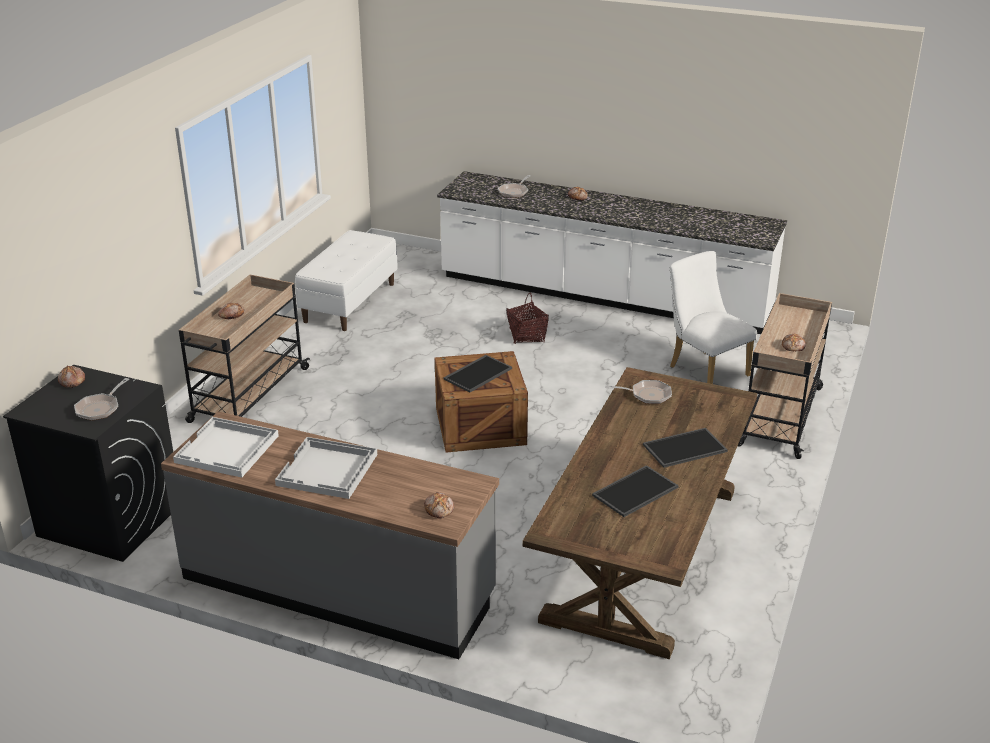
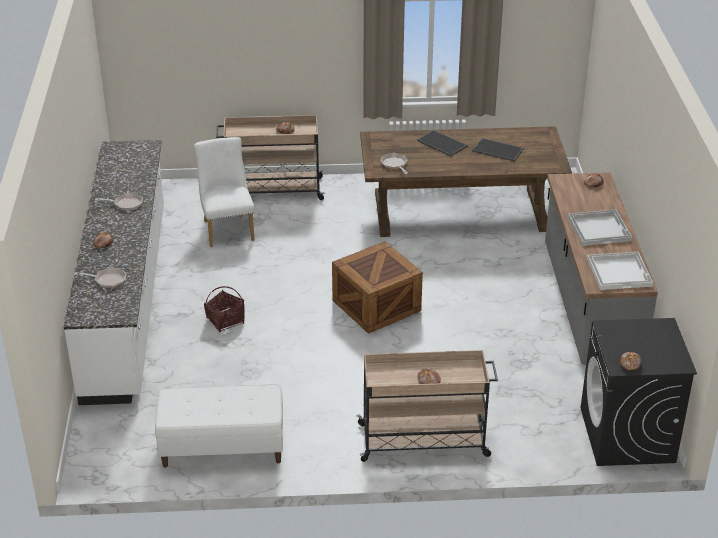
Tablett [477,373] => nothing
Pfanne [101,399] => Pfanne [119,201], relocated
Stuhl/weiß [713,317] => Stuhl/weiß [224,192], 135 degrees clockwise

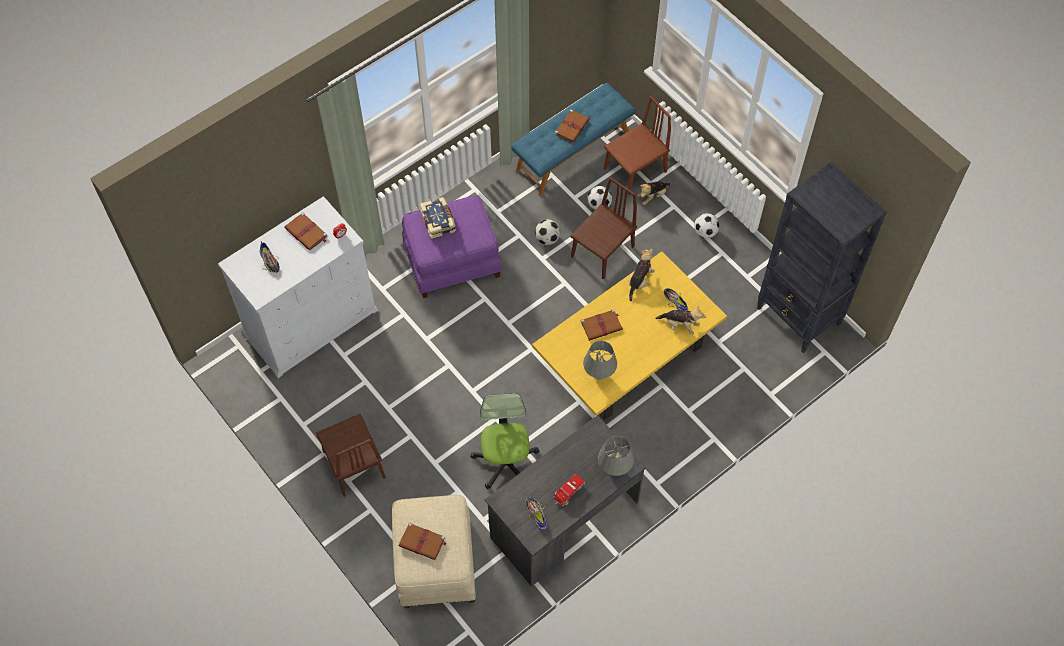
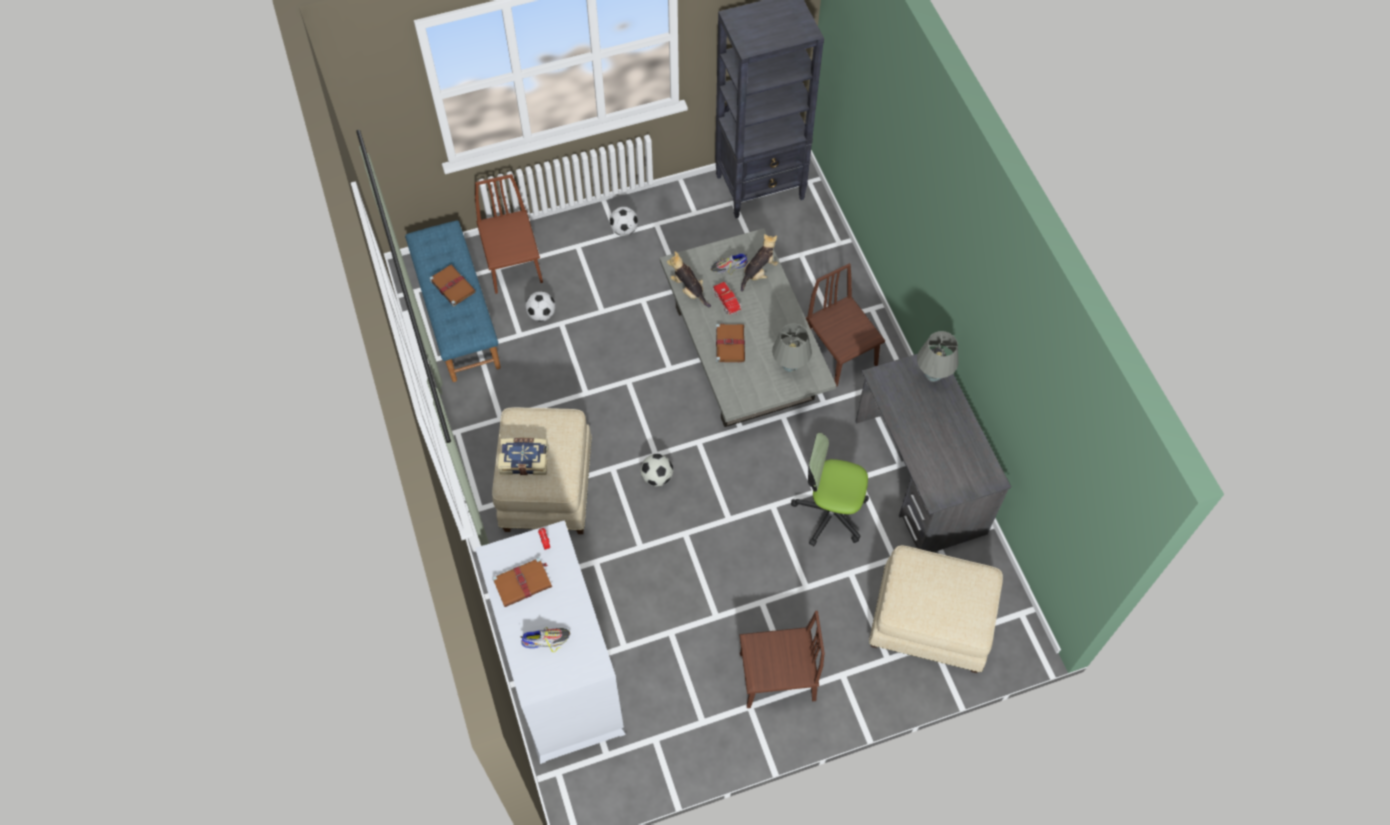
Buch/braun [423,541] => nothing
Schuh [537,513] => nothing
Plüschtier [653,193] => nothing
Fußball [547,232] => Fußball [656,470], relocated
Spielzeuglaster [569,490] => Spielzeuglaster [727,298], relocated
Stuhl/braun [603,228] => Stuhl/braun [845,325], relocated
Polsterhocker/lila [452,247] => Polsterhocker/beige [542,470]
Couchtisch/gelb [629,335] => Couchtisch/grau [748,327]

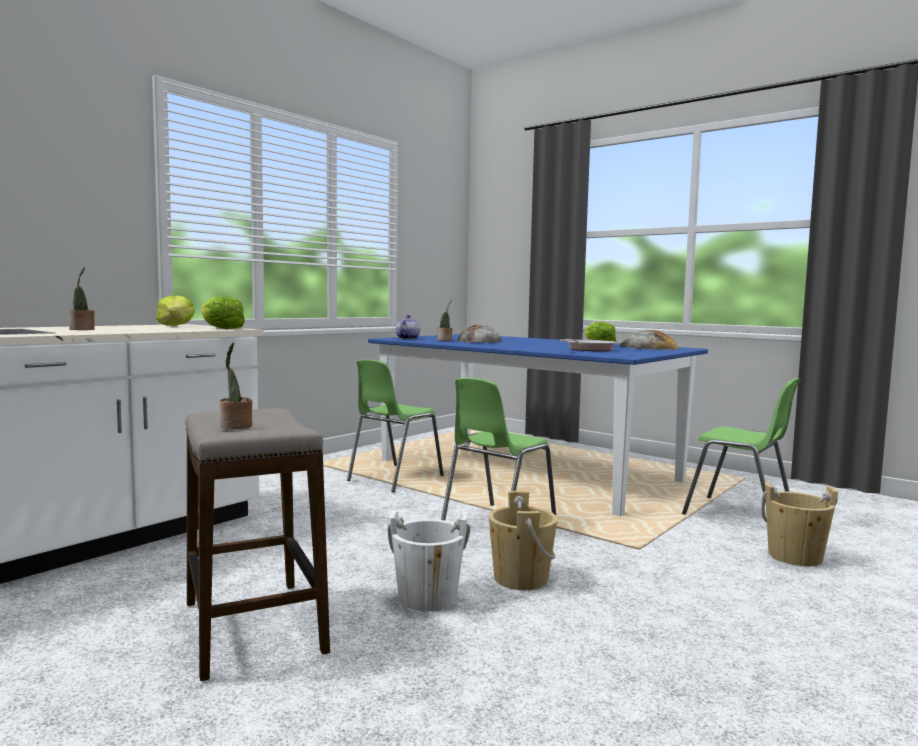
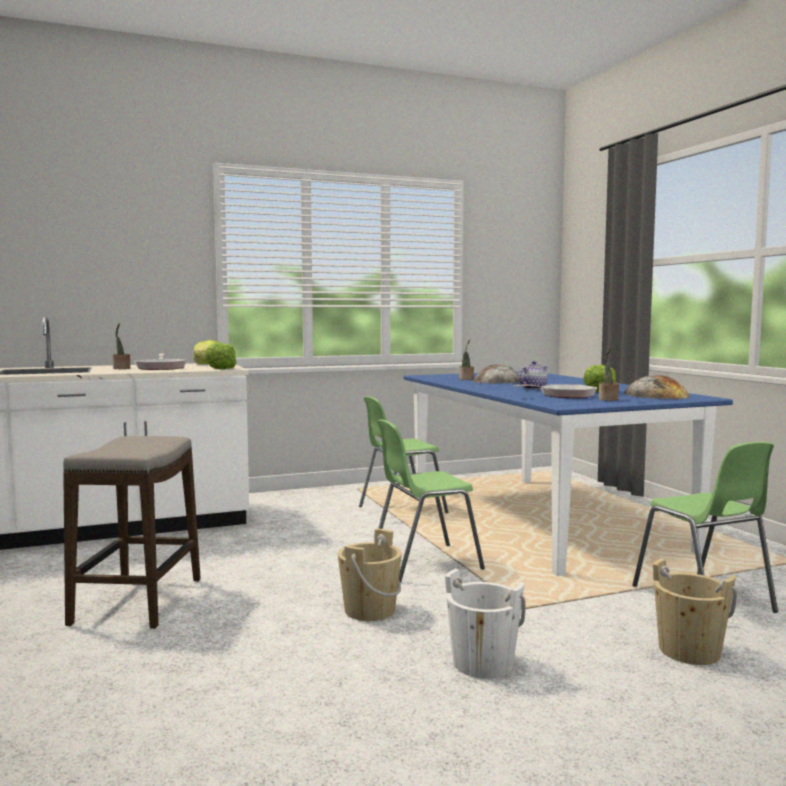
nothing => Pfanne [160,361]
Topfpflanze [236,385] => Topfpflanze [609,374], relocated
Eimer/weiß [429,561] => Eimer/weiß [485,624], relocated
Teekanne [408,327] => Teekanne [533,375], relocated

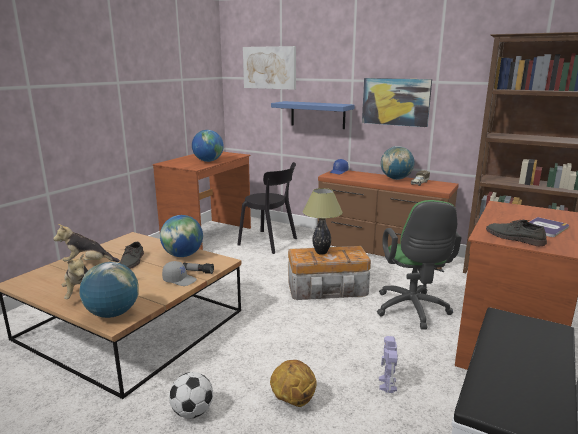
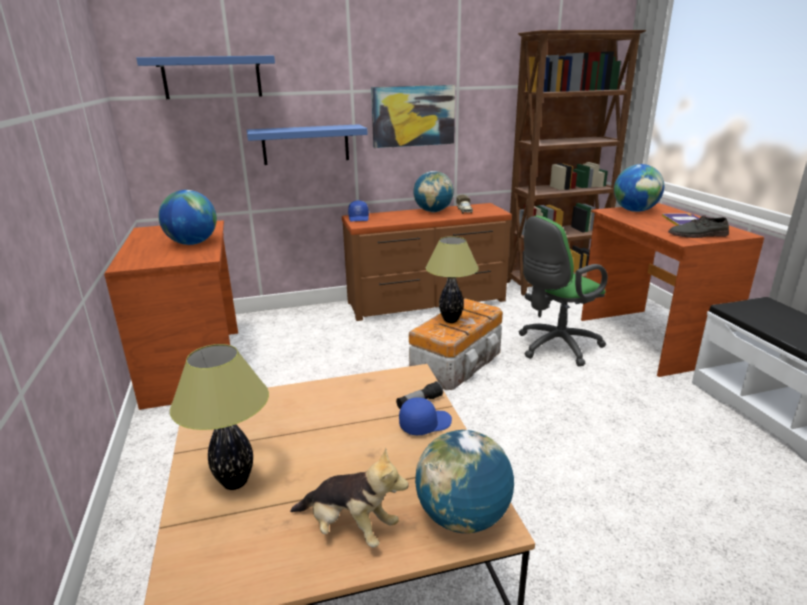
Schuh/grau [132,255] => nothing
Fußball [191,395] => nothing
Stuhl/schwarz [267,208] => nothing
Basketball [293,383] => nothing
Spielzeugroboter [388,364] => nothing
Globus [181,236] => Globus [639,188], relocated
Plüschtier [86,243] => Tischlampe [219,417]
Bild [269,68] => Wandregal/blau [205,77]
Kappe/grau [179,273] => Kappe/blau [425,416]
Bürostuhl/grün [419,265] => Bürostuhl/grün [563,291], 105 degrees clockwise

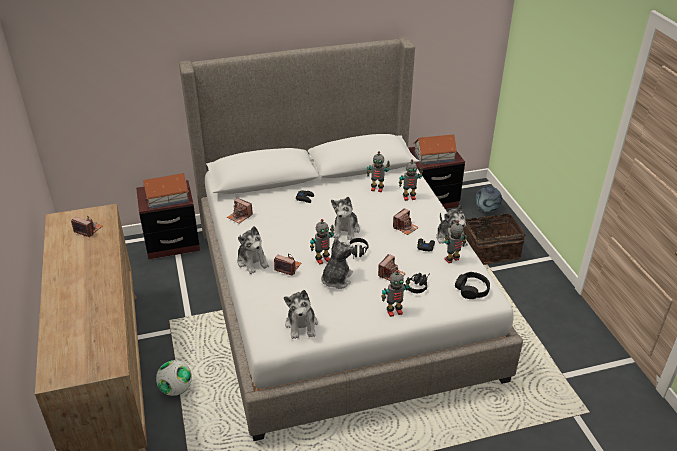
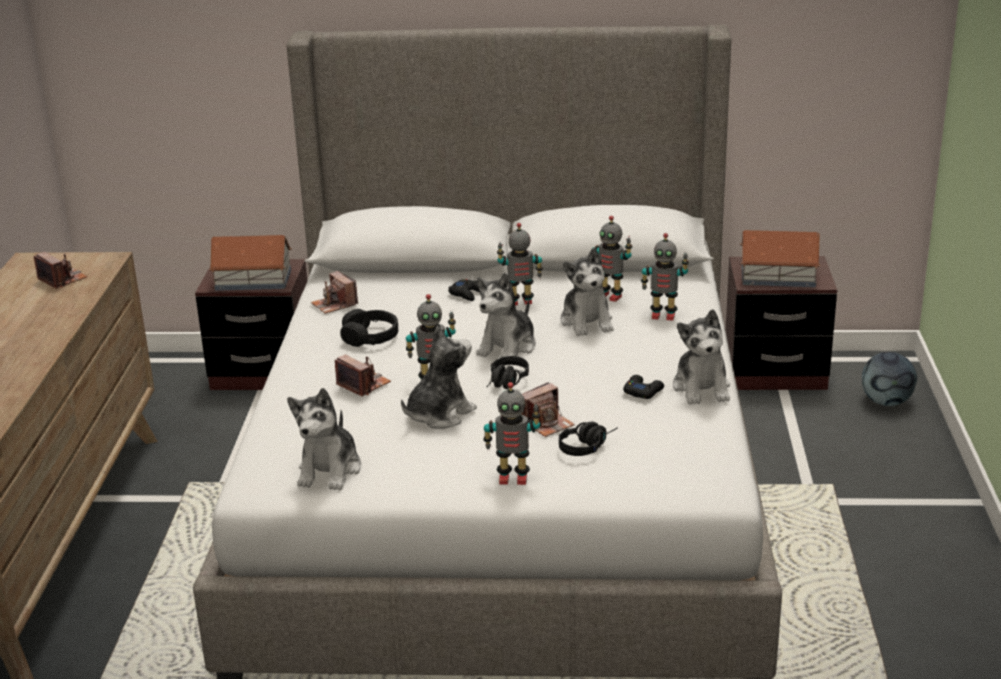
Fußball [174,378] => nothing
Kamera [406,221] => nothing
Korb [494,239] => nothing
Plüschtier [253,250] => Plüschtier [587,292], relocated
Spielzeugroboter [455,241] => Spielzeugroboter [520,264], relocated
Kopfhörer/schwarz [472,285] => Kopfhörer/schwarz [369,328], relocated

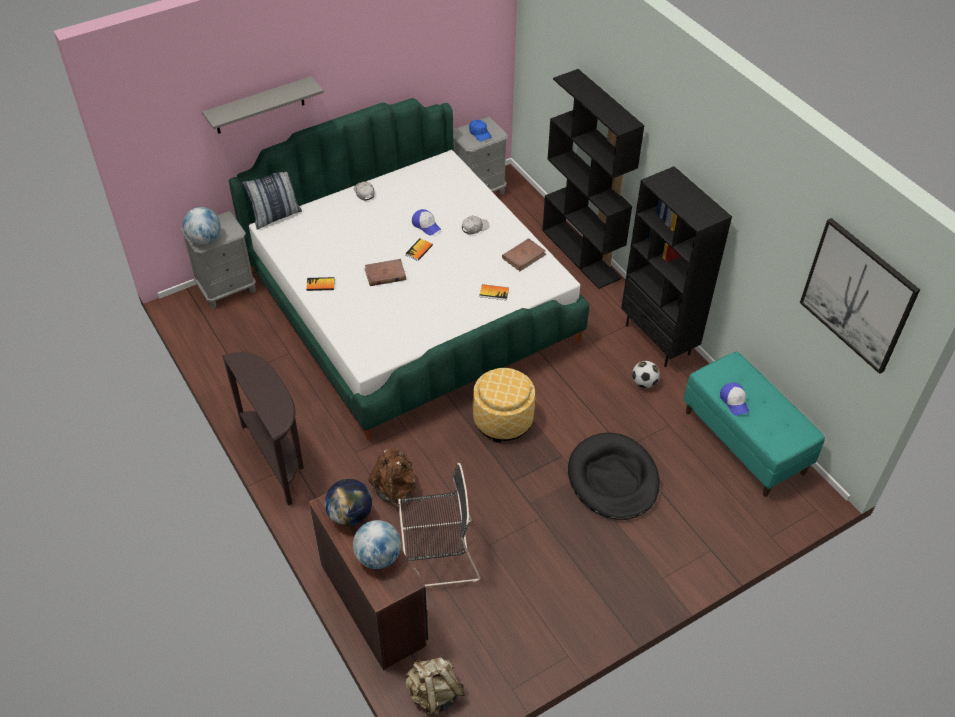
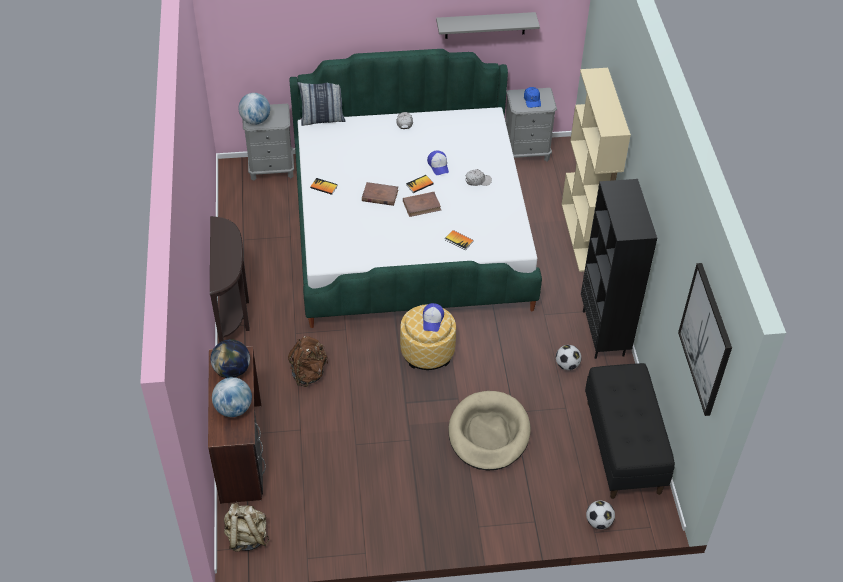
Stuhl/schwarz [439,525] => nothing
nothing => Fußball [600,514]
Wandregal/grau [263,105] => Wandregal/grau [488,25], relocated
Buch/braun [524,254] => Buch/braun [422,204], relocated
Kappe [734,399] => Kappe [433,317], relocated
Bücherregal/schwarz [593,179] => Bücherregal/beige [596,170]
Hundebett/schwarz [614,476] => Hundebett/beige [489,431]
Bank/türkis [754,424] => Bank/schwarz [630,431]

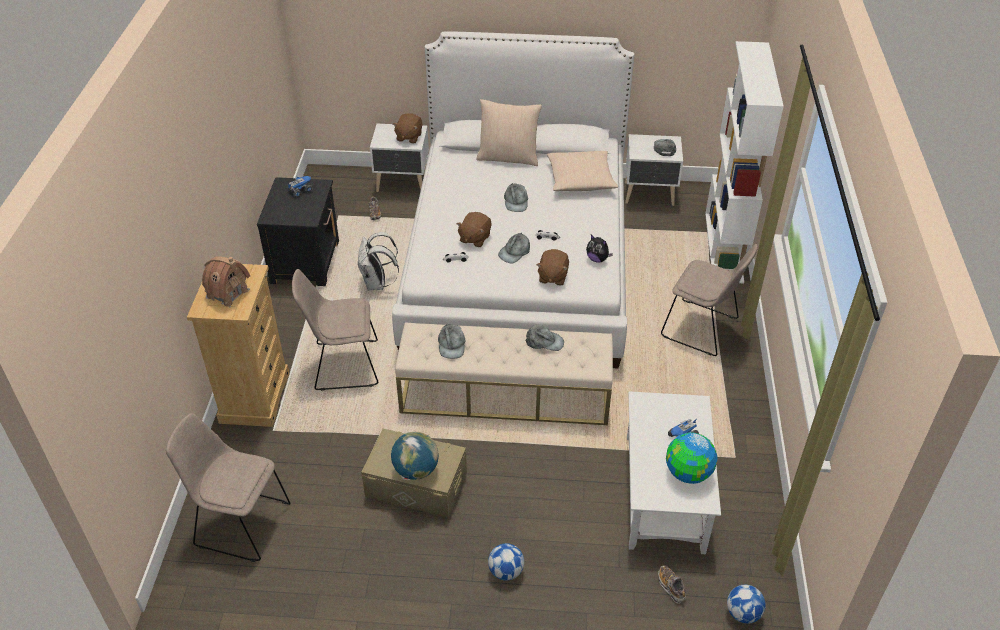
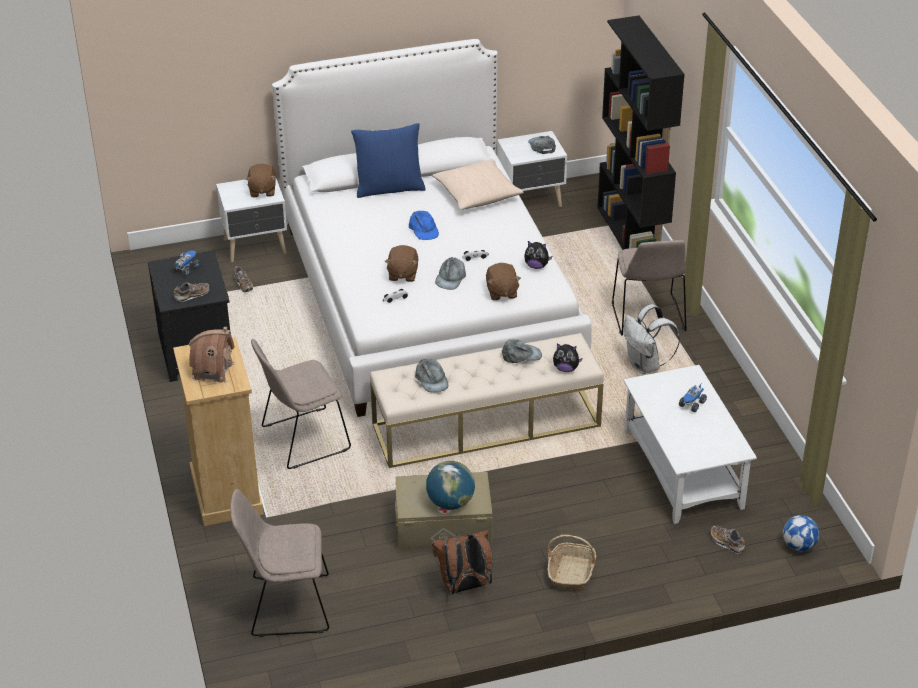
Globus [691,458] => nothing
nothing => Schuh [192,292]
nothing => Rucksack/braun [462,562]
nothing => Plüschtier [568,358]
Rucksack/weiß [378,261] => Rucksack/weiß [651,339], relocated
Fußball [506,562] => Korb [571,563]
Kissen/beige [509,132] => Kissen/blau [388,160]
Kappe/grau [516,197] => Kappe/blau [424,225]
Bücherregal/weiß [744,162] => Bücherregal/schwarz [641,133]
Stuhl/beige [709,300] => Stuhl/beige [649,288], 75 degrees clockwise

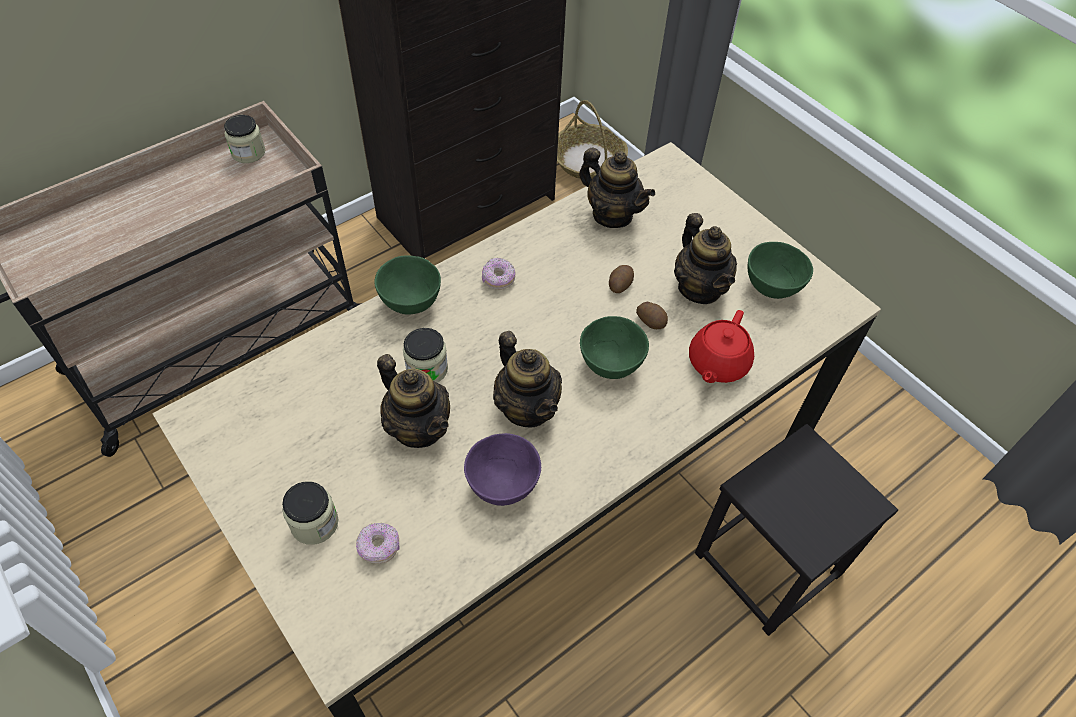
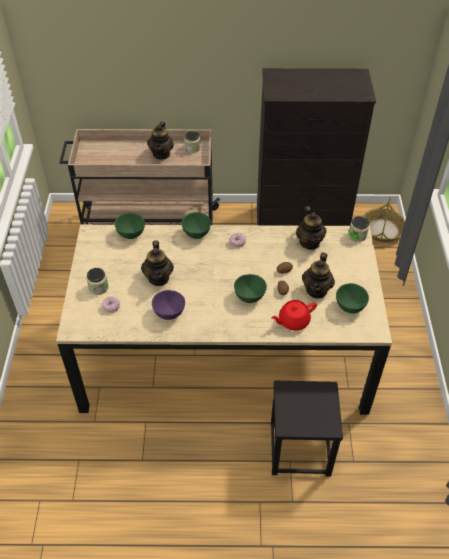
nothing => Schüssel/grün [130,226]
Vorratsglas [425,355] => Vorratsglas [359,229], relocated
Teekanne [527,379] => Teekanne [160,140], relocated

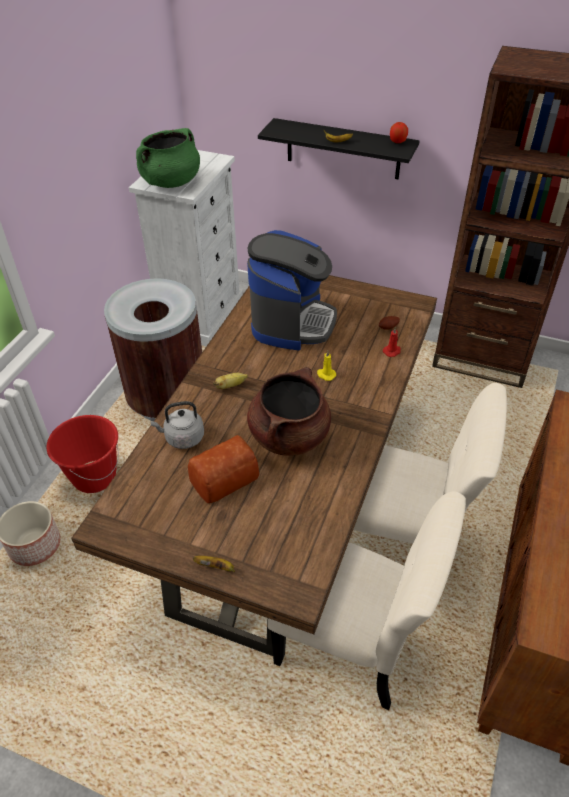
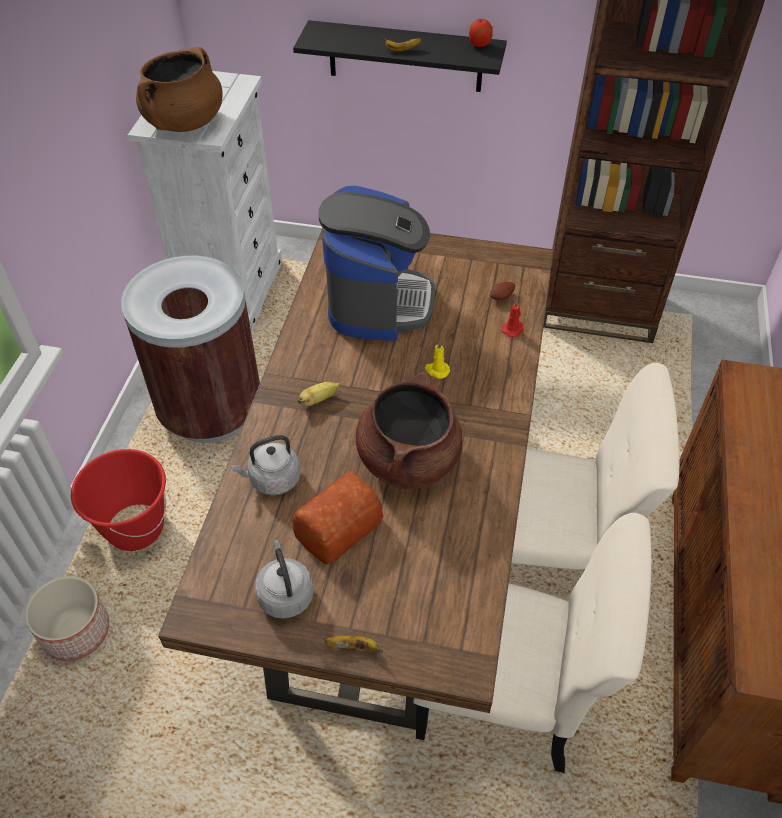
nothing => Wasserkessel/grau [284,579]
Kochtopf/grün [168,158] => Kochtopf/braun [179,89]

